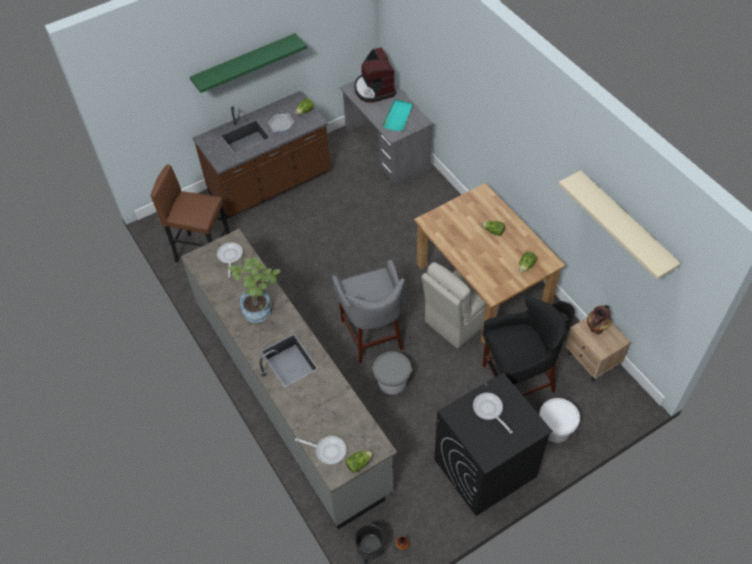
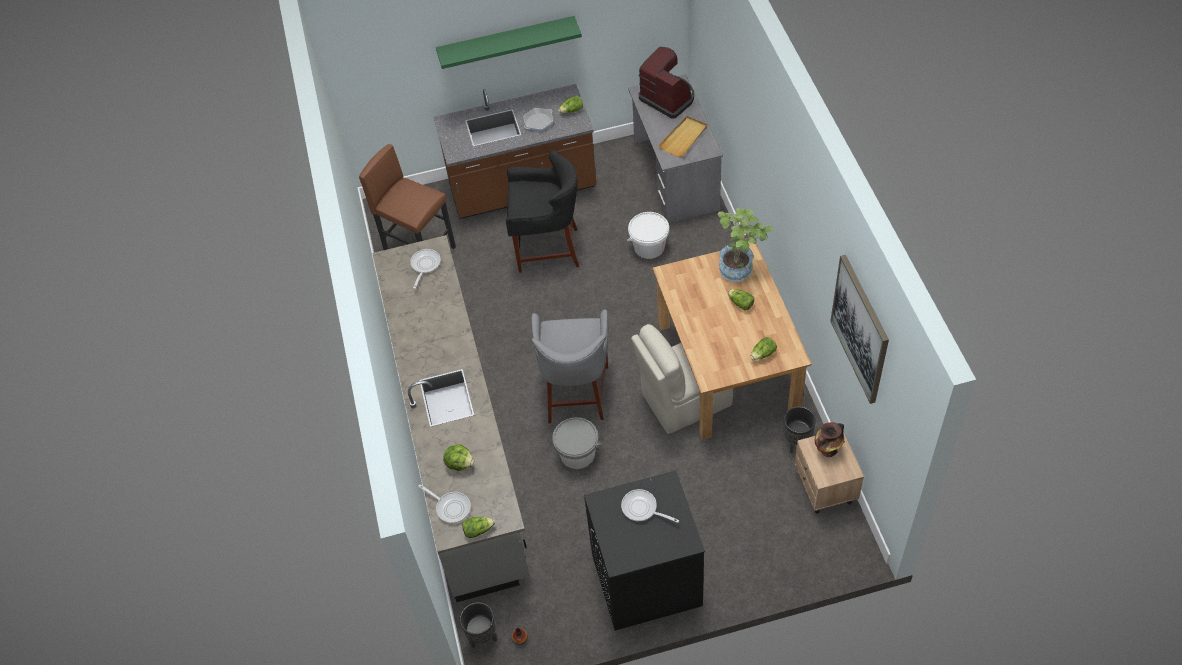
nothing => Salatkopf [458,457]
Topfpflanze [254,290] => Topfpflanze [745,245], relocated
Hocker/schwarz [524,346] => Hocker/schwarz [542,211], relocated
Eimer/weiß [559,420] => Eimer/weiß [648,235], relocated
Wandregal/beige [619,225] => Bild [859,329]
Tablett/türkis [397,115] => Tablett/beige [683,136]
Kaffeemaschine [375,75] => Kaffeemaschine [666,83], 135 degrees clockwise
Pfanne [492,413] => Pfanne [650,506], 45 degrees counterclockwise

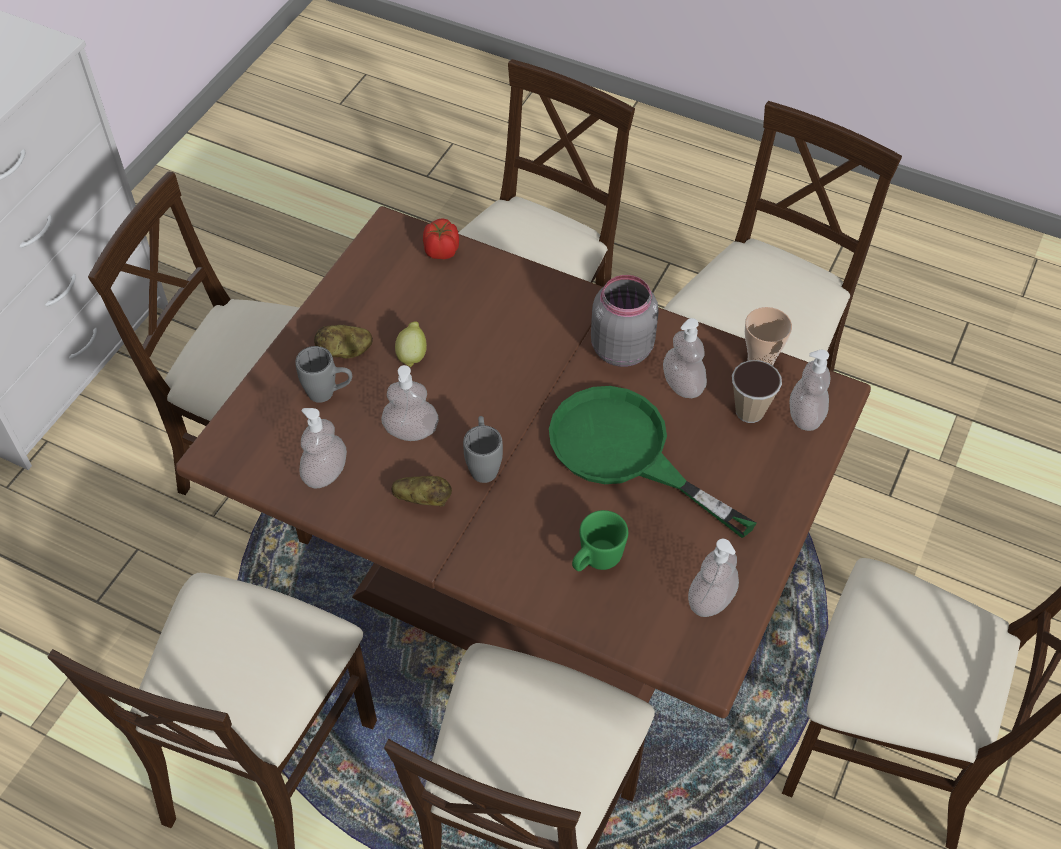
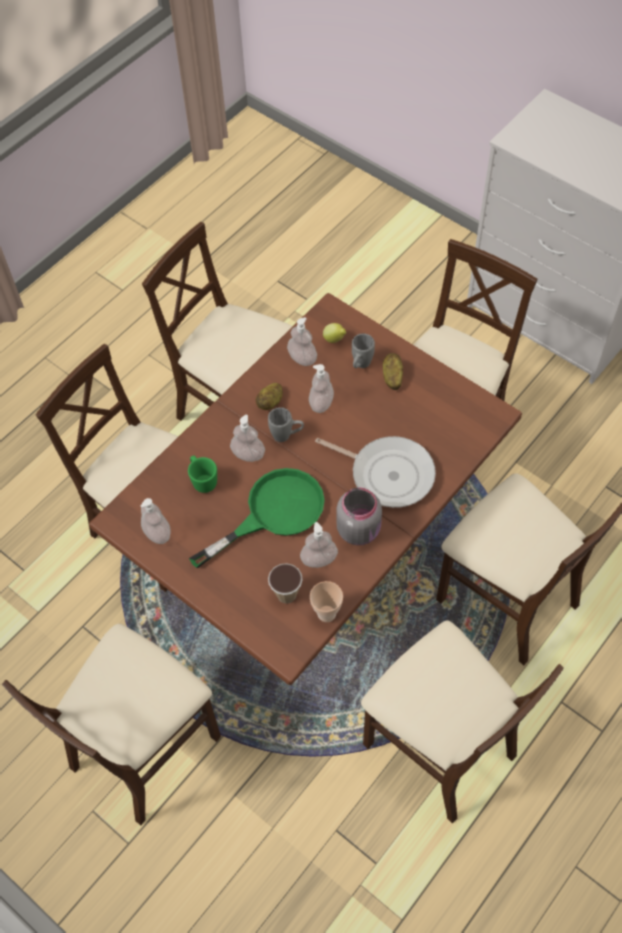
Tomate [441,238] => nothing
nothing => Pfanne [375,472]
Zitrone [411,344] => Zitrone [334,333], relocated
Seifenspender [810,390] => Seifenspender [247,438], relocated

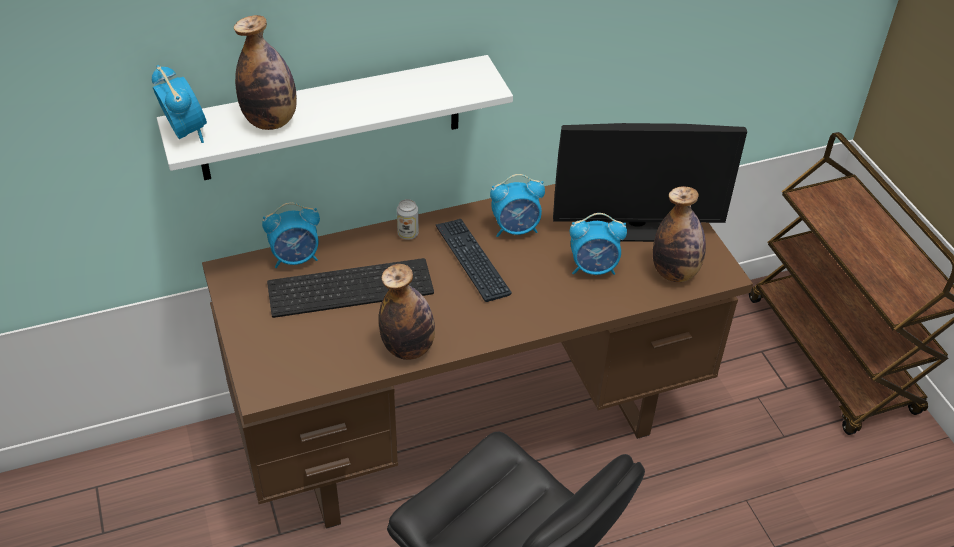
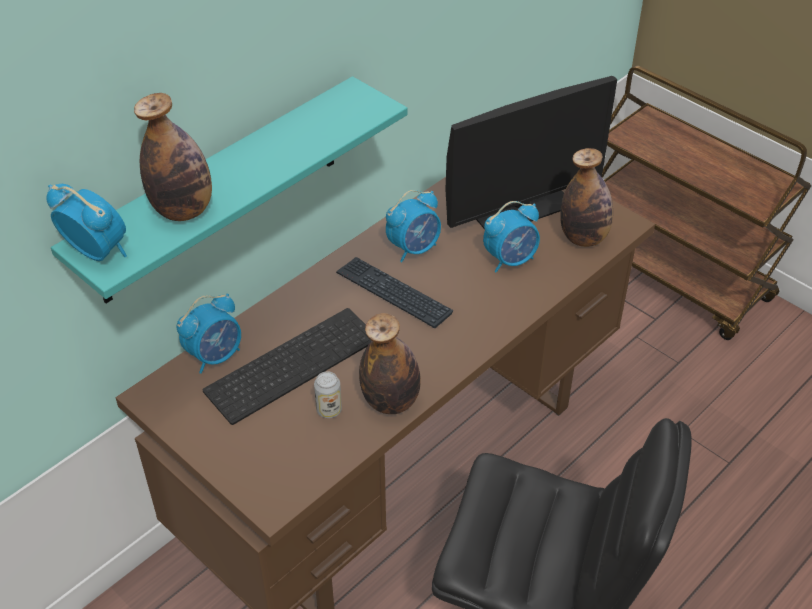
Dose [408,219] => Dose [328,394], relocated
Wandregal/weiß [335,117] => Wandregal/türkis [229,189]

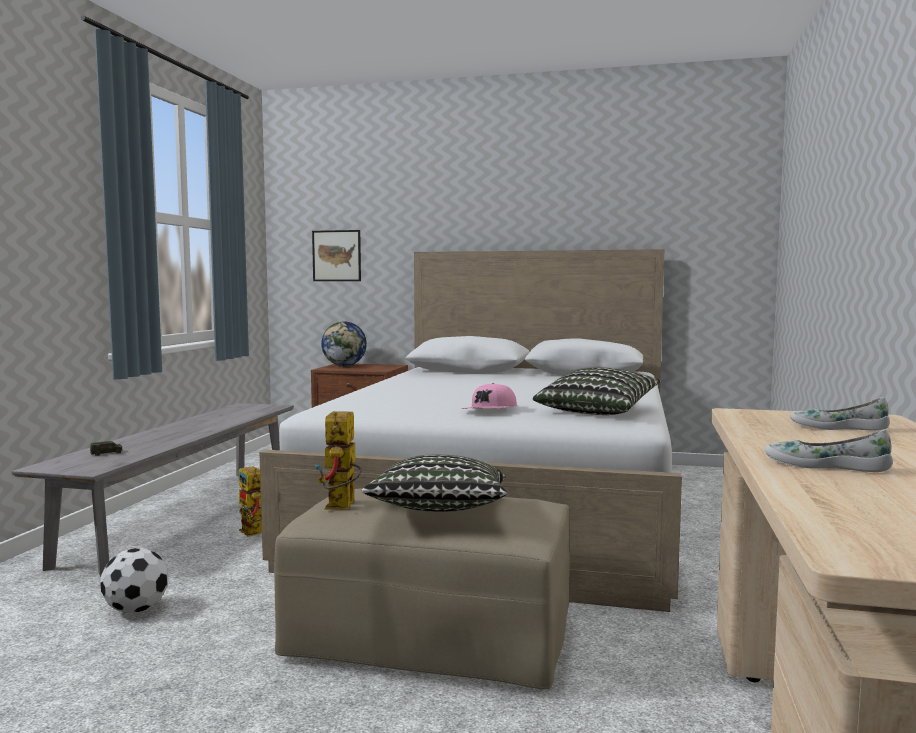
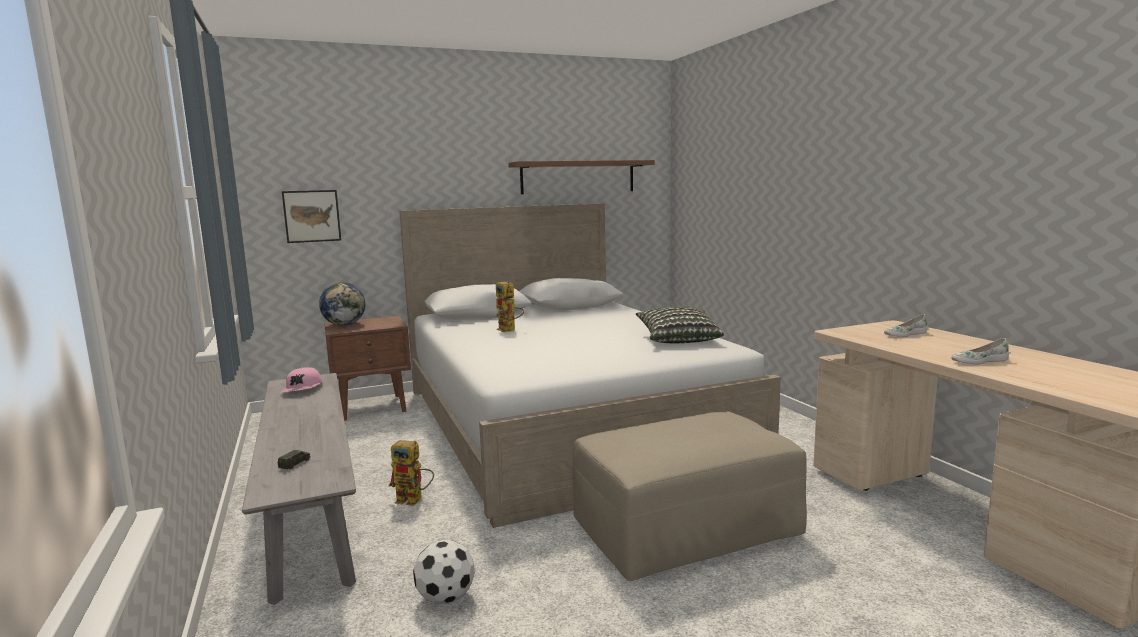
Kissen [434,483] => nothing
nothing => Wandregal/braun [581,177]
Spielzeugroboter [339,460] => Spielzeugroboter [510,306], relocated
Kappe/rosa [489,396] => Kappe/rosa [301,380], relocated

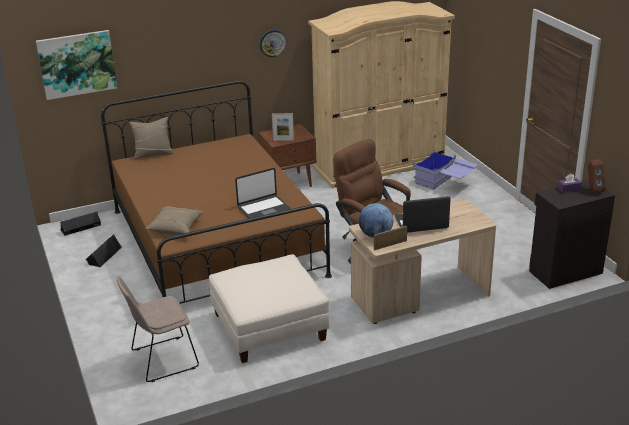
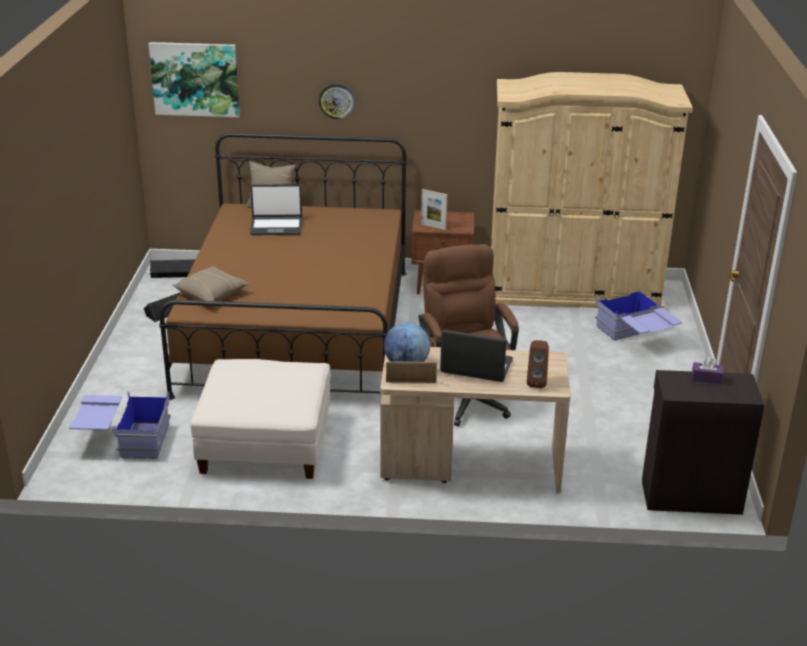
Laptop [263,193] => Laptop [276,209], relocated
Wanduhr [273,44] => Wanduhr [337,101], relocated
Lautsprecher/braun [597,176] => Lautsprecher/braun [538,364], relocated
Stuhl/beige [158,329] => Aufbewahrungsbox/blau [120,425]

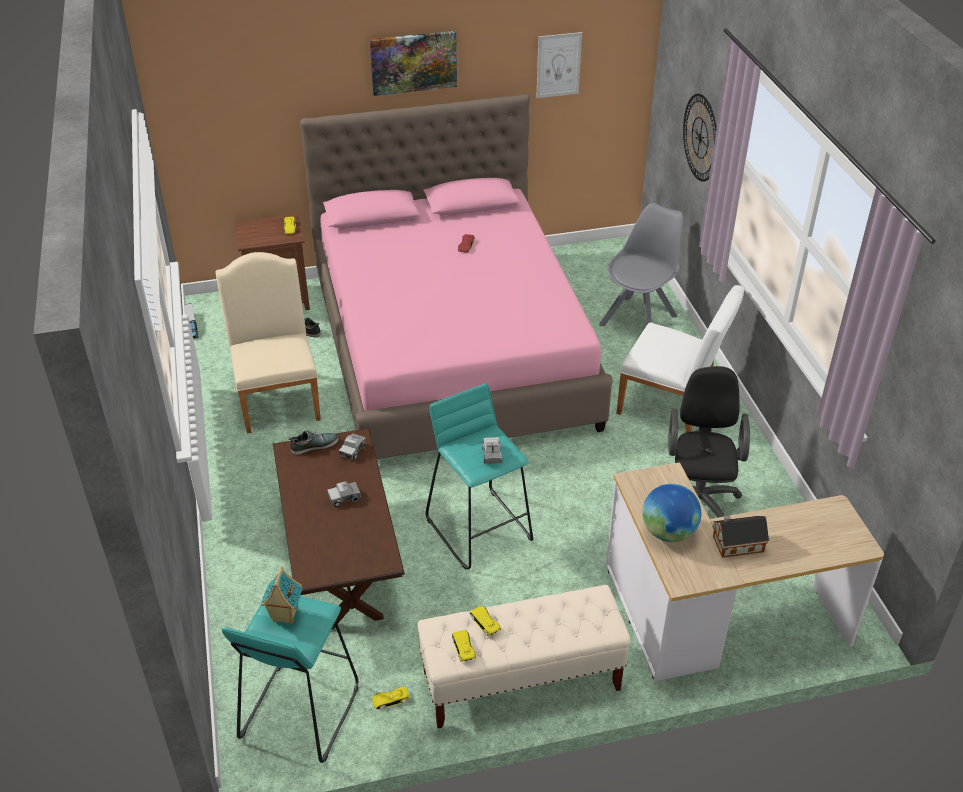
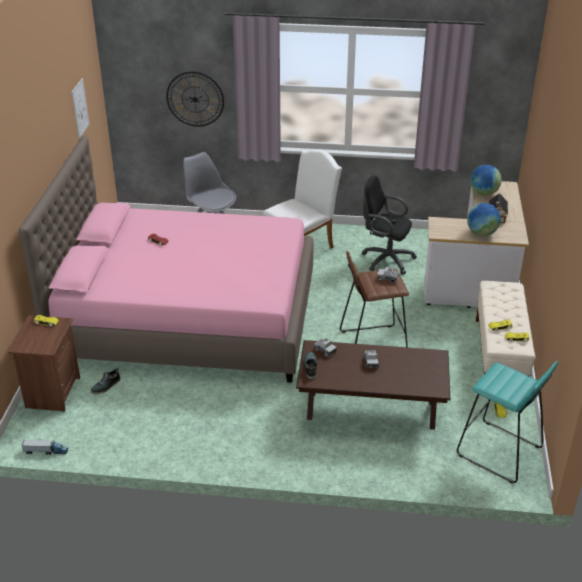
Stuhl/beige [268,342] => nothing
Spielzeughaus [282,595] => nothing
Bild [413,63] => nothing
nothing => Globus [486,180]
Hocker/türkis [479,476] => Hocker/braun [374,299]

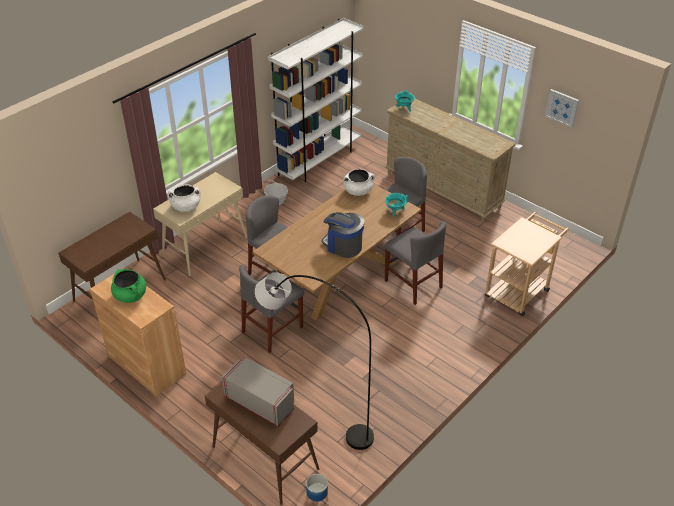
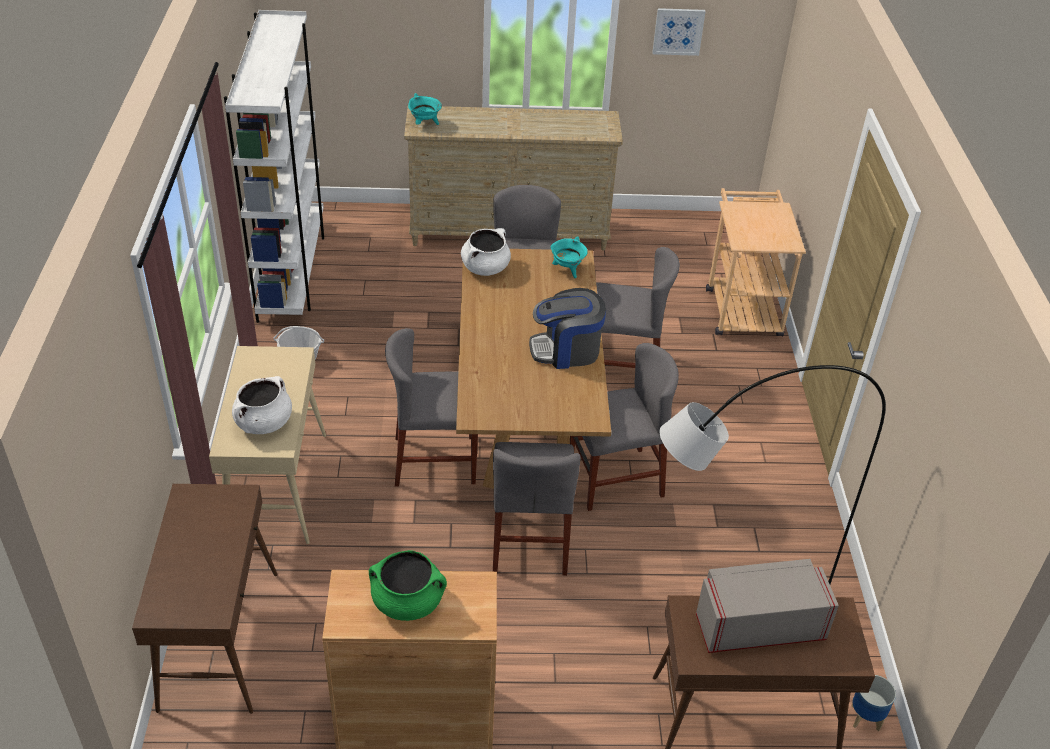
nothing => Stuhl/grau [624,427]

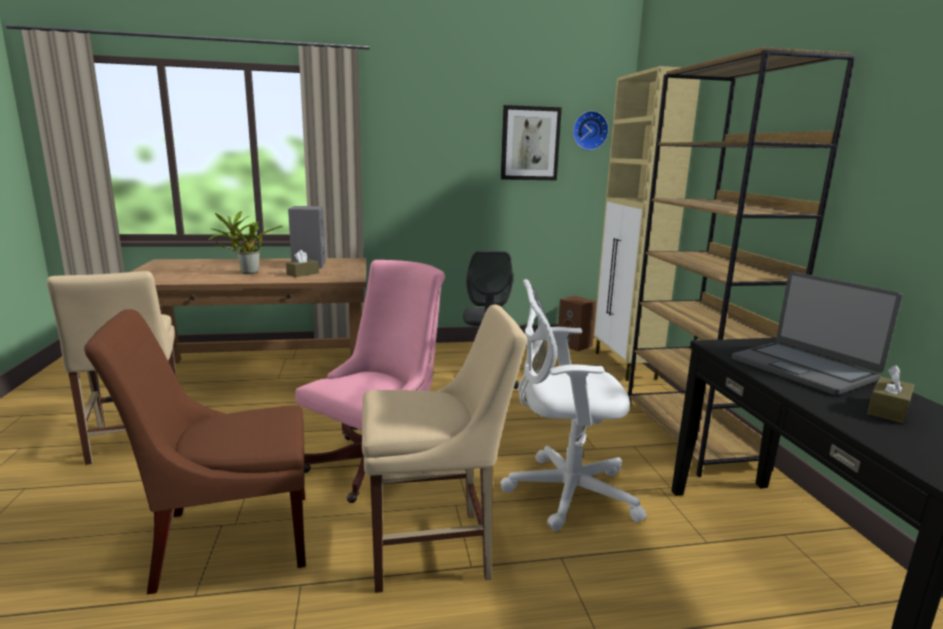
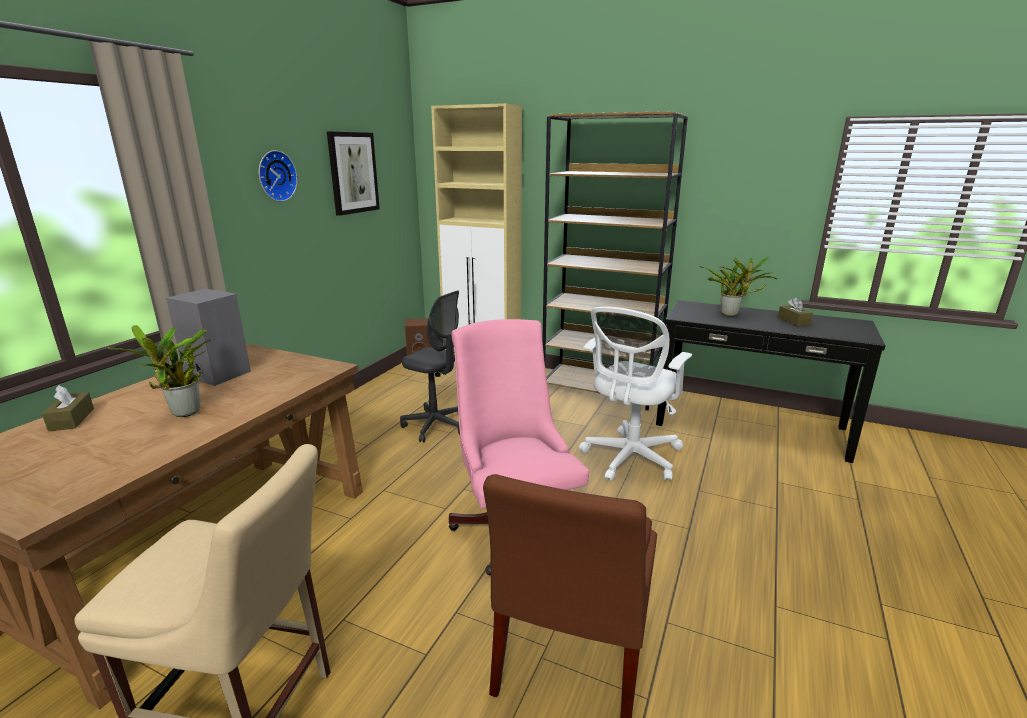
Stuhl/beige [444,449] => nothing
Taschentuchbox/braun [302,263] => Taschentuchbox/braun [68,408], relocated
Wanduhr [591,131] => Wanduhr [278,176], relocated
Laptop [817,333] => Topfpflanze [739,286]

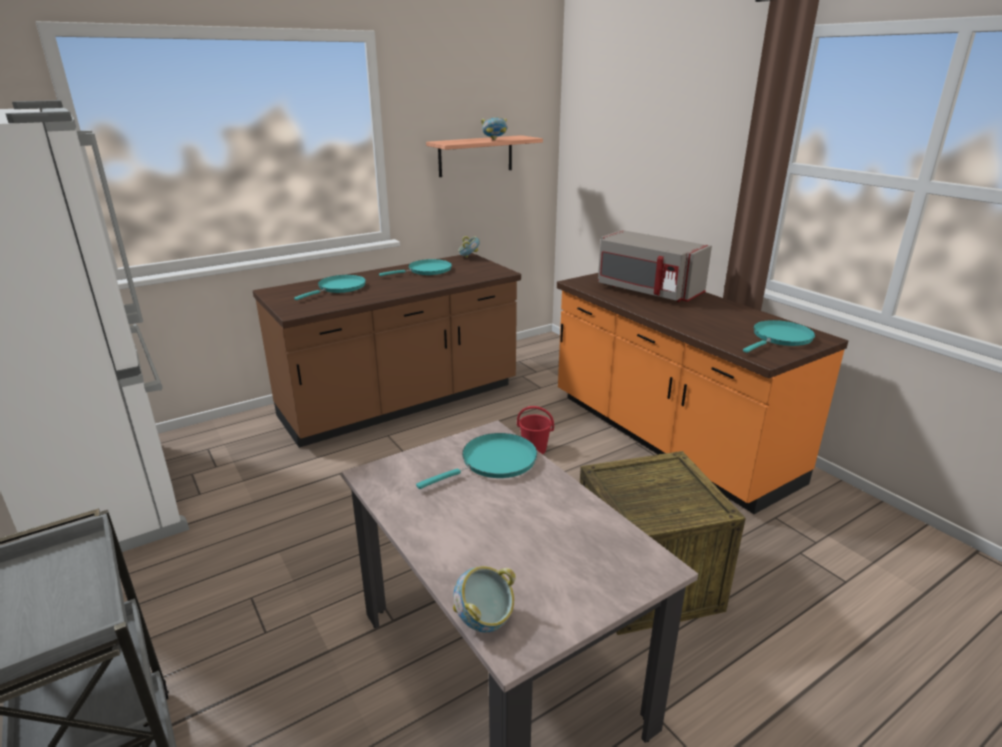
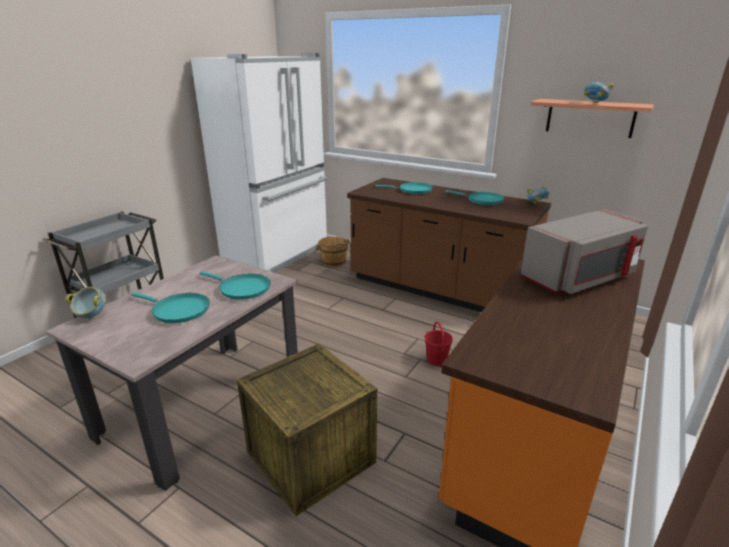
nothing => Eimer/braun [333,251]
Pfanne/türkis [779,336] => Pfanne/türkis [170,307], relocated
Mikrowelle/grau [655,266] => Mikrowelle/grau [584,251], 135 degrees counterclockwise

